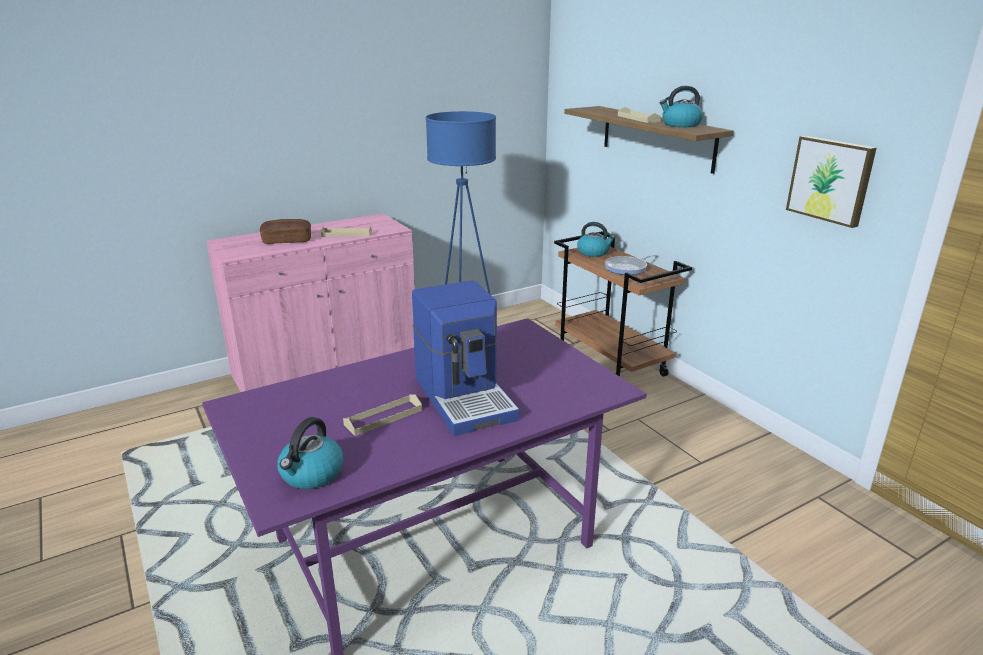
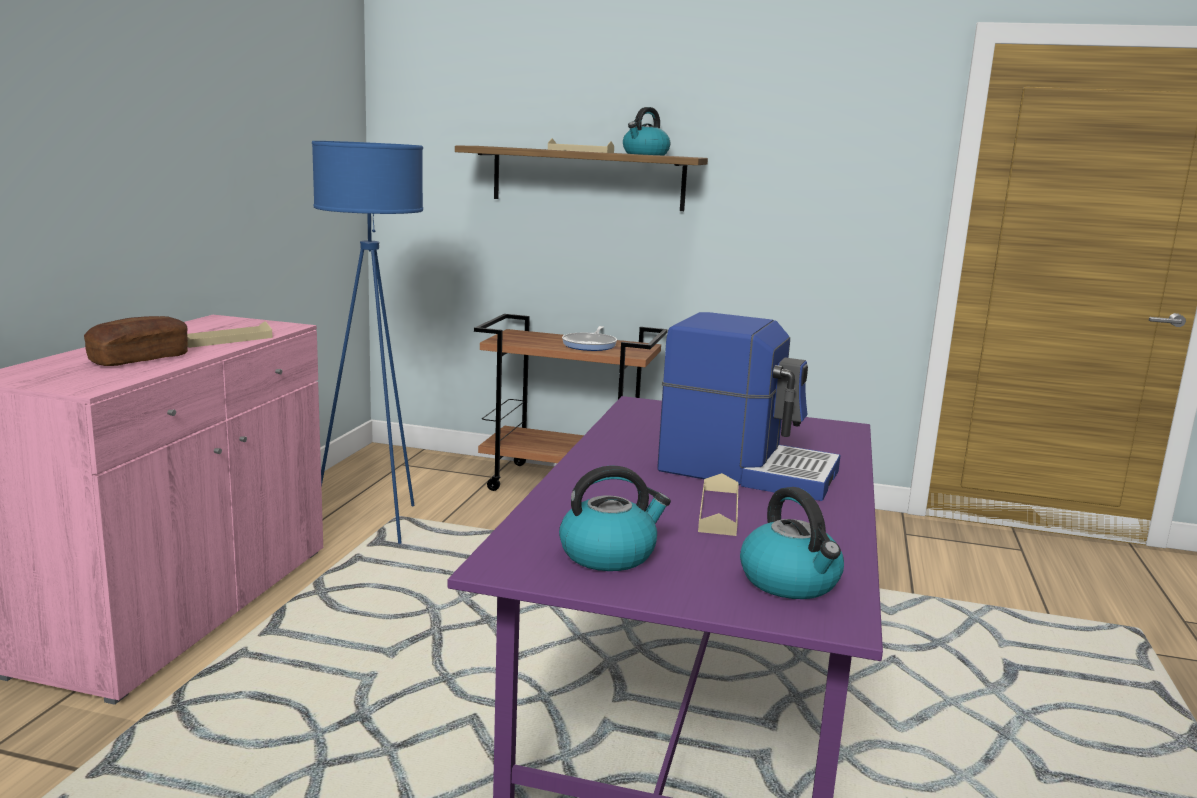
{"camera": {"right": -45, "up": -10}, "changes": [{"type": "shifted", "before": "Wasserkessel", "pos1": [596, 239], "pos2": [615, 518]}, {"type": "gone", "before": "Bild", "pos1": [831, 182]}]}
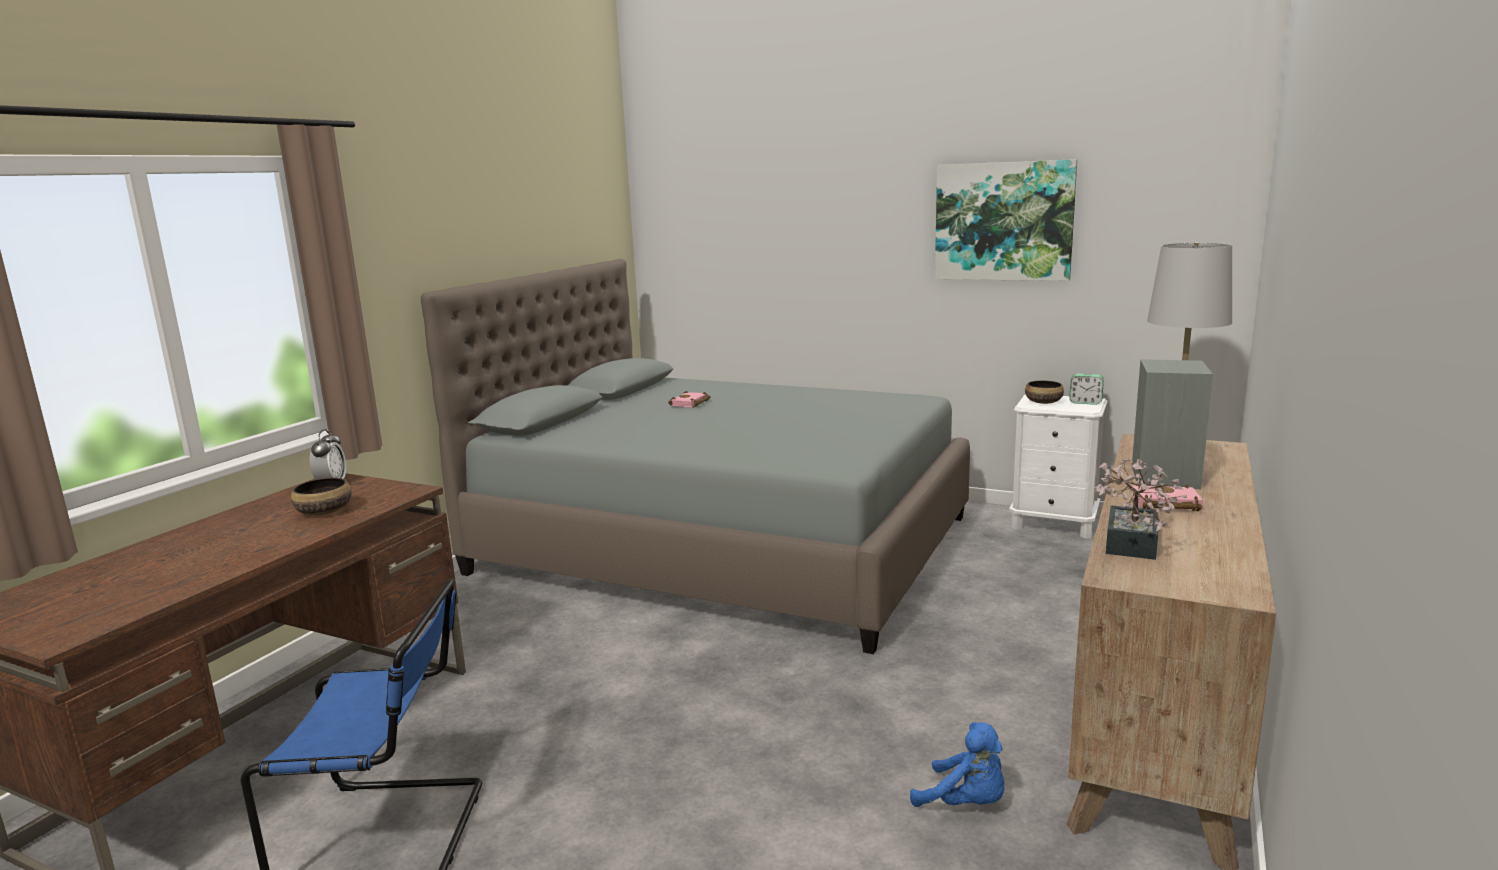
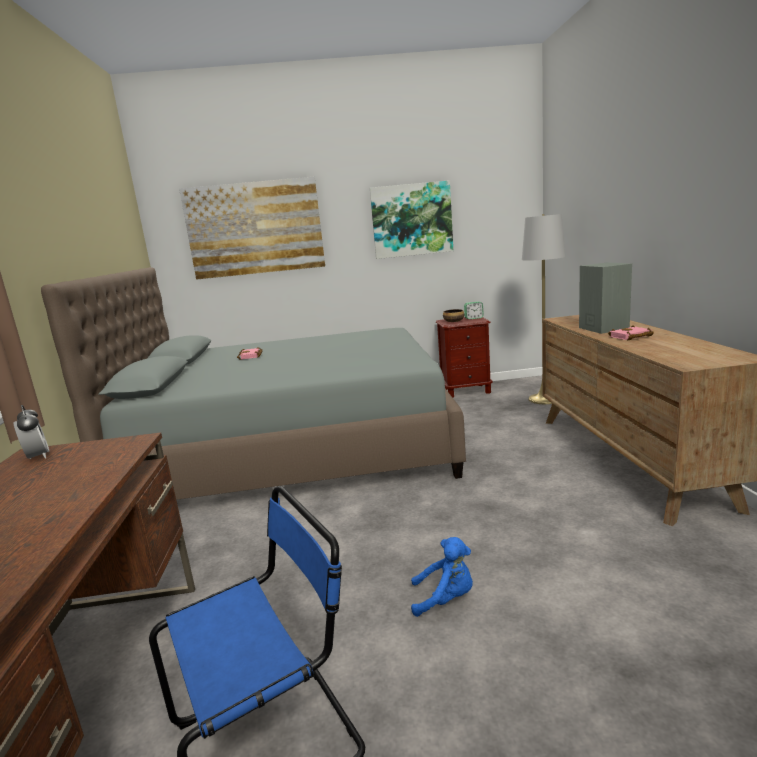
{"camera": {"right": -30, "up": 0}, "changes": [{"type": "gone", "before": "Schüssel", "pos1": [321, 496]}, {"type": "shifted", "before": "Plüschtier (blau)", "pos1": [957, 764], "pos2": [442, 577]}, {"type": "repainted", "before": "Nachttisch (weiß)", "after": "Nachttisch (braun)", "pos1": [1058, 466], "pos2": [464, 357]}, {"type": "gone", "before": "Topfpflanze", "pos1": [1140, 509]}, {"type": "new", "after": "Bild", "pos2": [252, 228]}]}
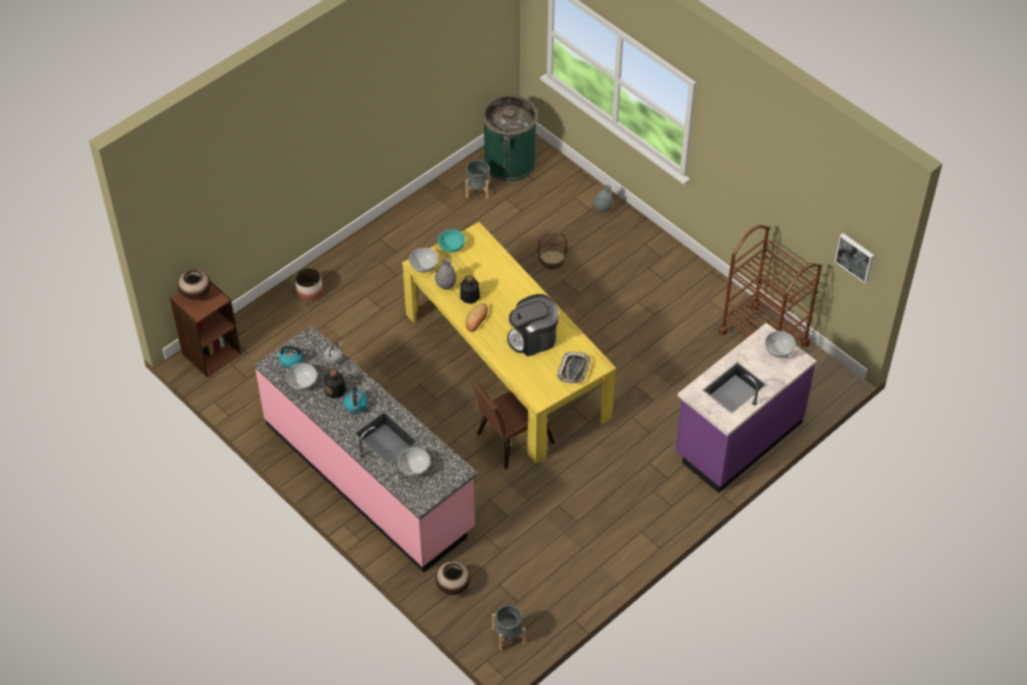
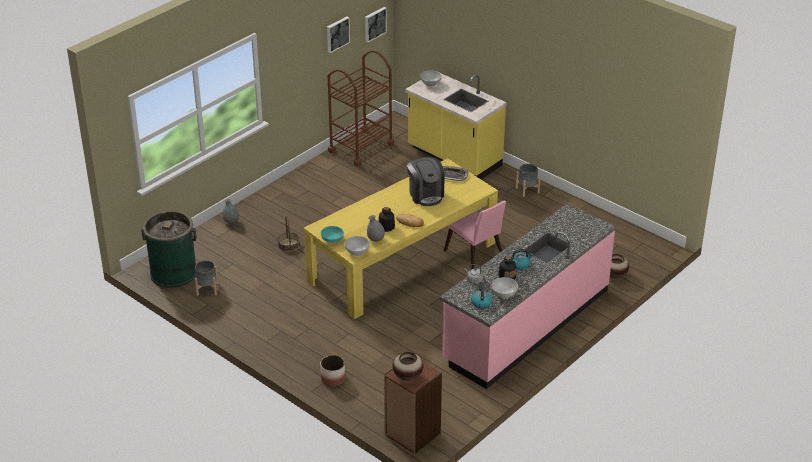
{"camera": {"right": -95, "up": -15}, "changes": [{"type": "gone", "before": "Schüssel (weiß)", "pos1": [414, 462]}, {"type": "repainted", "before": "Stuhl (braun)", "after": "Stuhl (rosa)", "pos1": [513, 425], "pos2": [475, 235]}, {"type": "shifted", "before": "Pflanzkübel (grau)", "pos1": [509, 628], "pos2": [528, 180]}, {"type": "repainted", "before": "Küchenzeile (lila)", "after": "Küchenzeile (gelb)", "pos1": [745, 408], "pos2": [456, 126]}, {"type": "new", "after": "Bild", "pos2": [338, 35]}]}
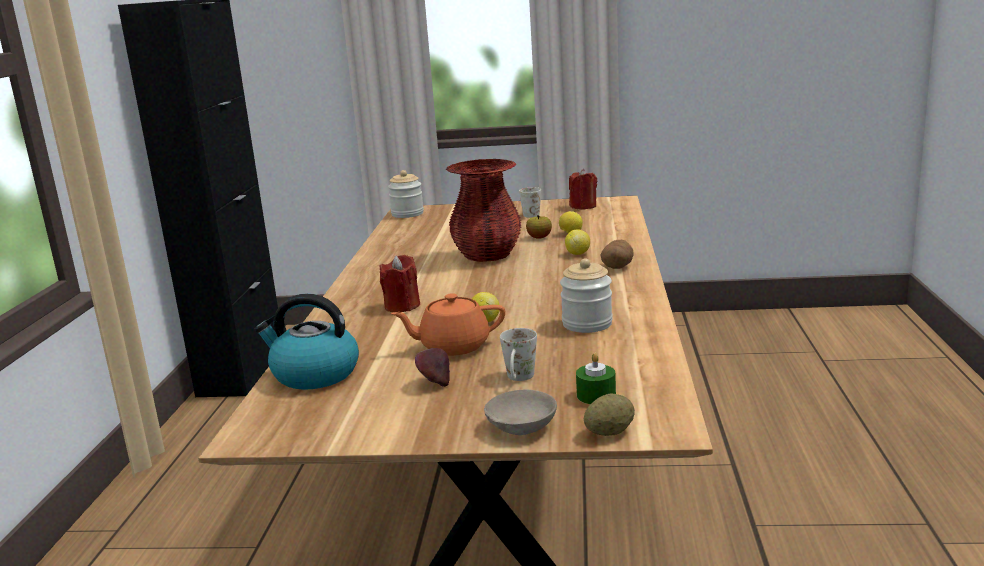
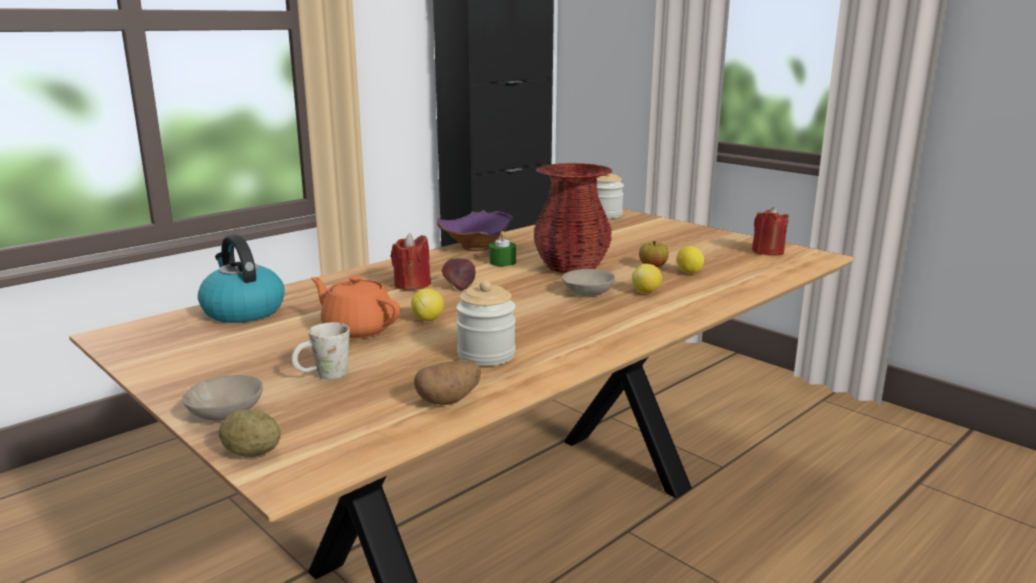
{"camera": {"right": 40, "up": 0}, "changes": [{"type": "shifted", "before": "Apfel", "pos1": [432, 367], "pos2": [458, 274]}, {"type": "gone", "before": "Henkelbecher (weiß)", "pos1": [530, 202]}, {"type": "shifted", "before": "Kerze (grün)", "pos1": [596, 378], "pos2": [502, 248]}, {"type": "shifted", "before": "Kartoffel", "pos1": [617, 254], "pos2": [447, 382]}, {"type": "new", "after": "Schüssel (lila)", "pos2": [475, 230]}, {"type": "new", "after": "Schüssel (beige)", "pos2": [588, 282]}]}
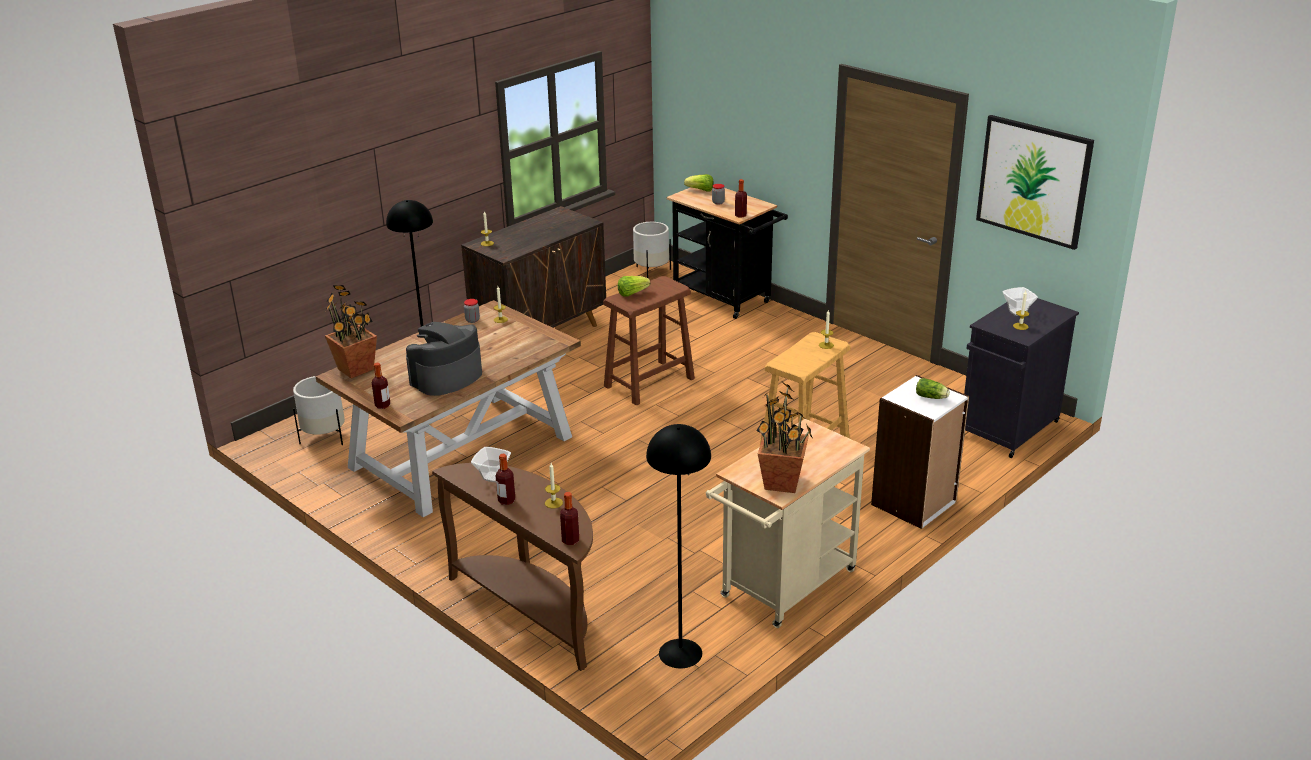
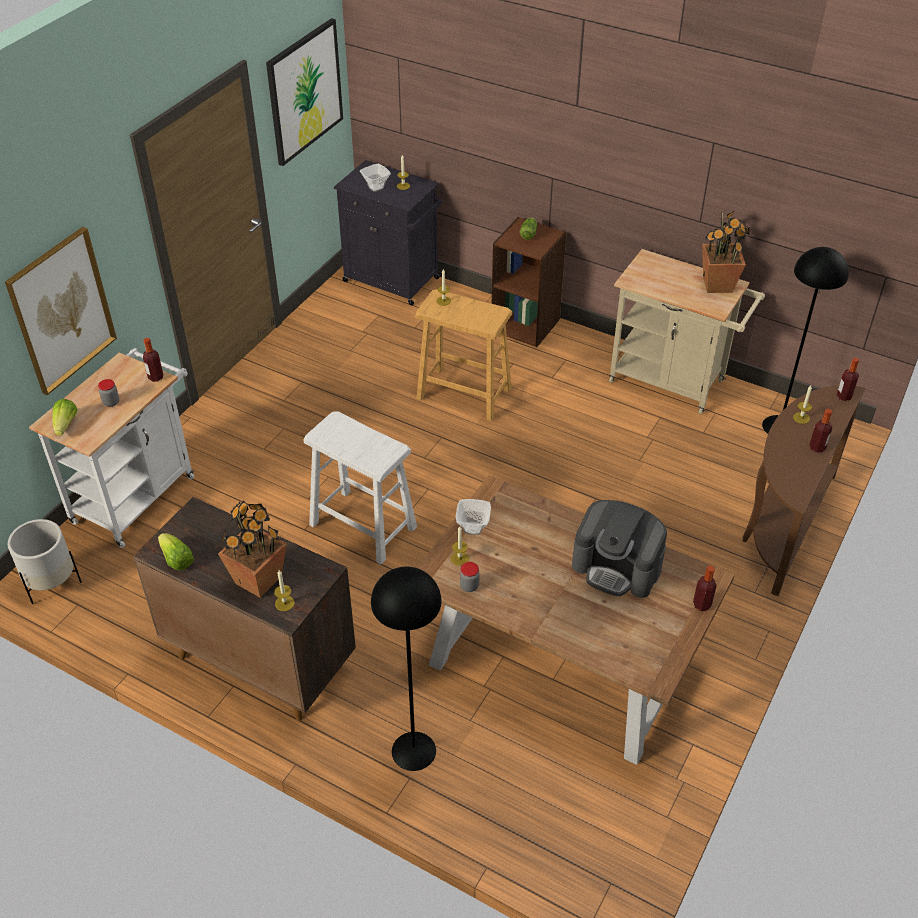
{"camera": {"right": -105, "up": 15}, "changes": [{"type": "gone", "before": "Pflanzkübel (weiß)", "pos1": [319, 410]}, {"type": "shifted", "before": "Topfpflanze", "pos1": [351, 332], "pos2": [252, 549]}, {"type": "shifted", "before": "Schüssel", "pos1": [491, 464], "pos2": [473, 517]}, {"type": "repainted", "before": "Hocker (braun)", "after": "Hocker (weiß)", "pos1": [649, 341], "pos2": [360, 487]}, {"type": "shifted", "before": "Salatkopf", "pos1": [634, 286], "pos2": [176, 552]}, {"type": "repainted", "before": "Rollwagen (schwarz)", "after": "Rollwagen (weiß)", "pos1": [727, 253], "pos2": [112, 448]}, {"type": "repainted", "before": "Bücherregal (weiß)", "after": "Bücherregal (braun)", "pos1": [920, 452], "pos2": [529, 282]}, {"type": "new", "after": "Bild", "pos2": [61, 311]}]}
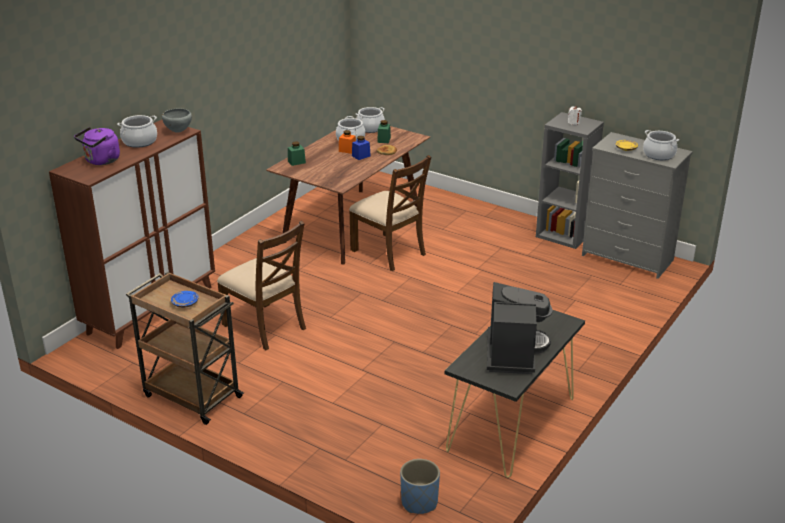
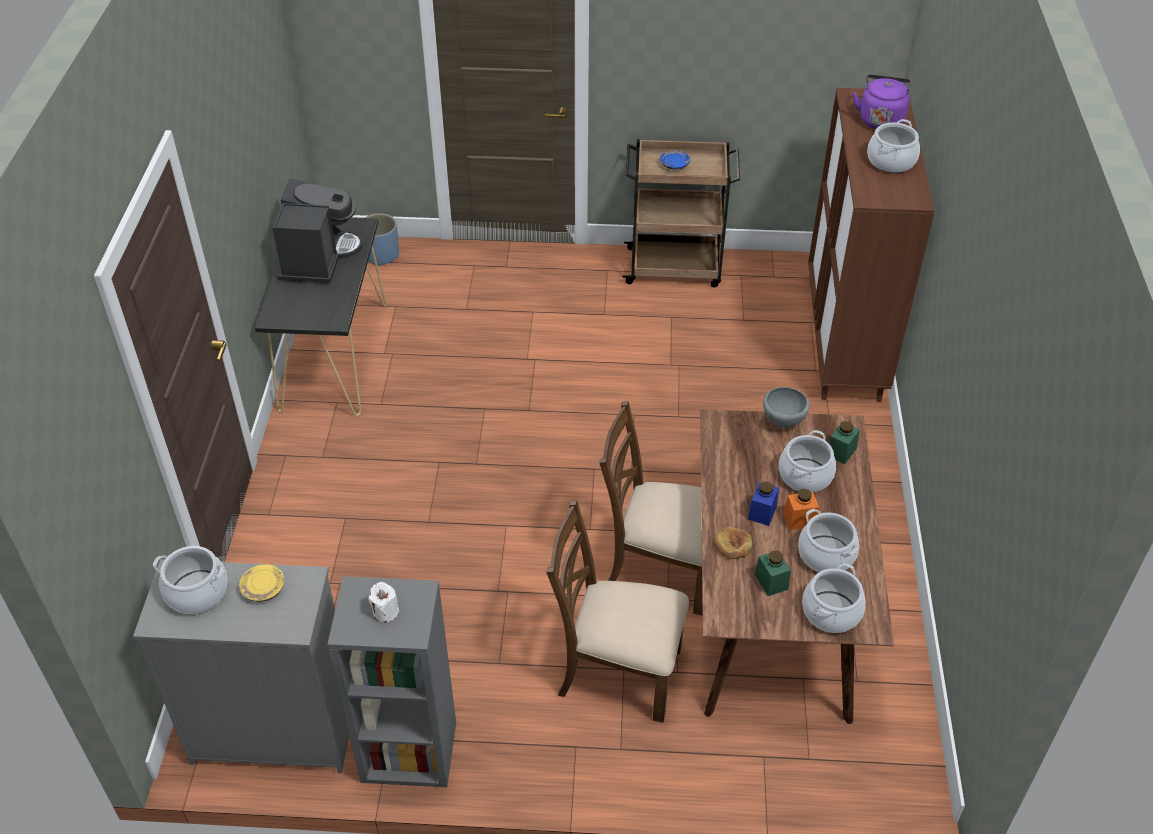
{"camera": {"right": 150, "up": 15}, "changes": [{"type": "shifted", "before": "Schüssel (grau)", "pos1": [177, 121], "pos2": [786, 407]}, {"type": "shifted", "before": "Stuhl (braun)", "pos1": [261, 285], "pos2": [617, 612]}, {"type": "rotated", "before": "Kaffeemaschine", "pos1": [520, 328], "pos2": [317, 231], "turn": -150}, {"type": "new", "after": "Kochtopf", "pos2": [807, 461]}]}
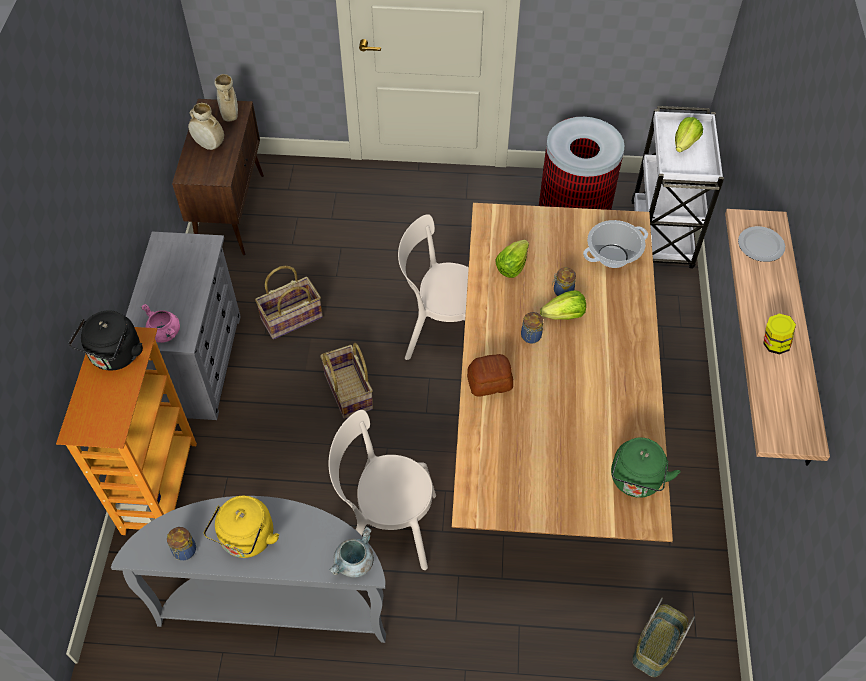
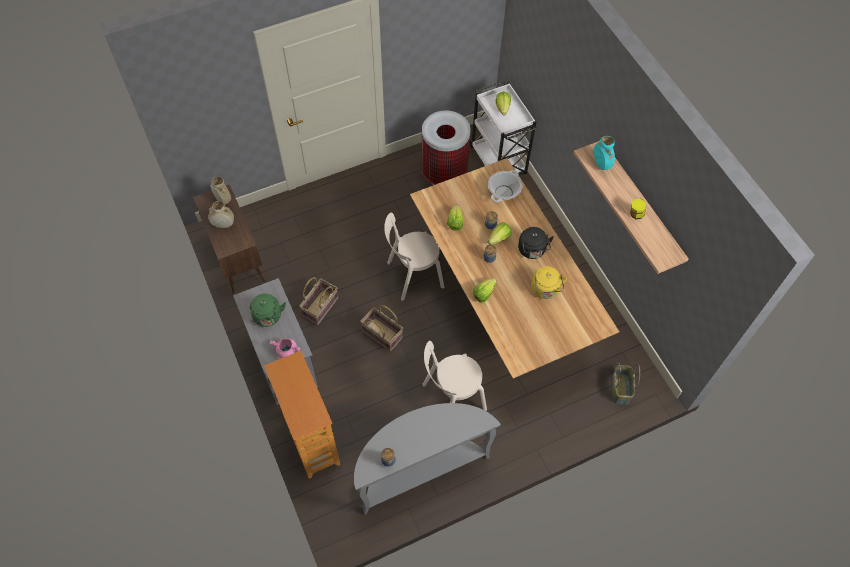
{"camera": {"right": -30, "up": 5}, "changes": [{"type": "shifted", "before": "Wasserkessel (schwarz)", "pos1": [106, 340], "pos2": [536, 243]}, {"type": "shifted", "before": "Wasserkessel (gelb)", "pos1": [241, 527], "pos2": [549, 282]}, {"type": "gone", "before": "Kochtopf (grau)", "pos1": [351, 552]}, {"type": "swapped", "before": "Brot", "after": "Salatkopf", "pos1": [490, 375], "pos2": [485, 290]}, {"type": "shifted", "before": "Wasserkessel (grün)", "pos1": [645, 467], "pos2": [268, 310]}, {"type": "swapped", "before": "Teller", "after": "Vase (türkis)", "pos1": [761, 244], "pos2": [604, 153]}]}
